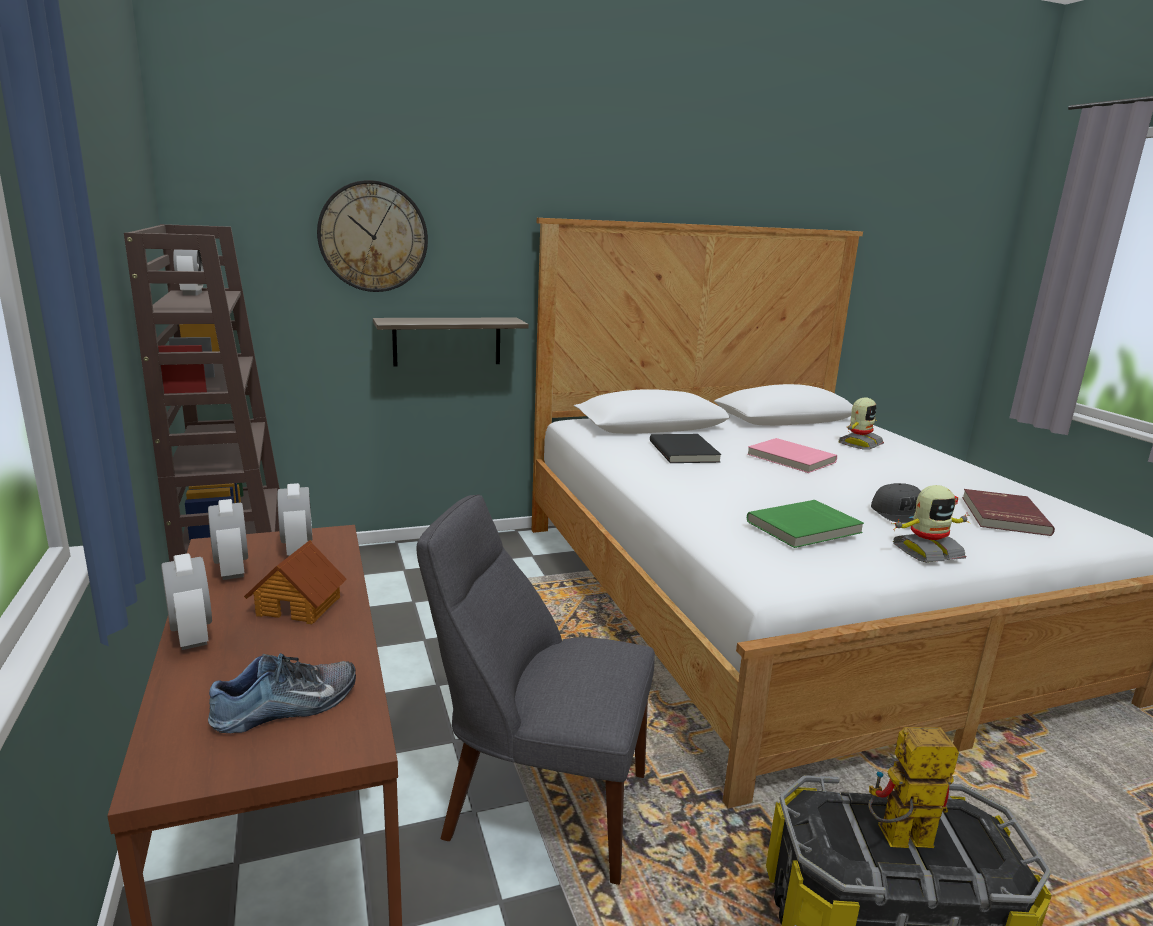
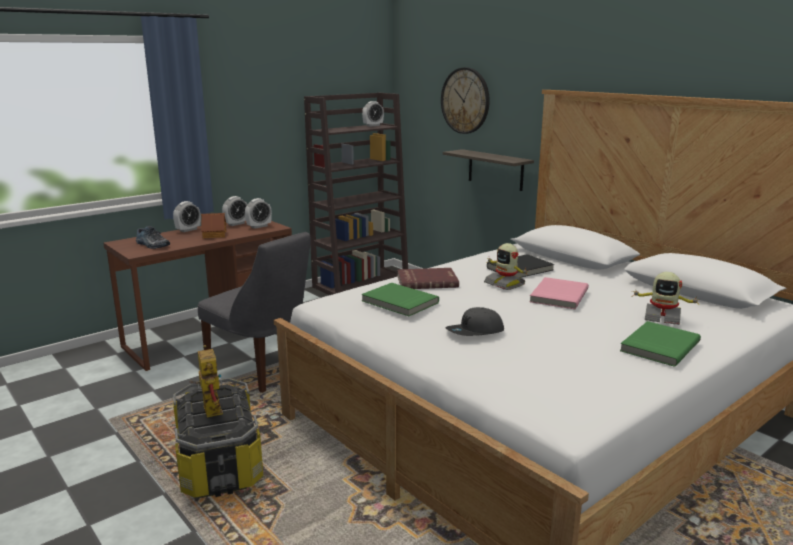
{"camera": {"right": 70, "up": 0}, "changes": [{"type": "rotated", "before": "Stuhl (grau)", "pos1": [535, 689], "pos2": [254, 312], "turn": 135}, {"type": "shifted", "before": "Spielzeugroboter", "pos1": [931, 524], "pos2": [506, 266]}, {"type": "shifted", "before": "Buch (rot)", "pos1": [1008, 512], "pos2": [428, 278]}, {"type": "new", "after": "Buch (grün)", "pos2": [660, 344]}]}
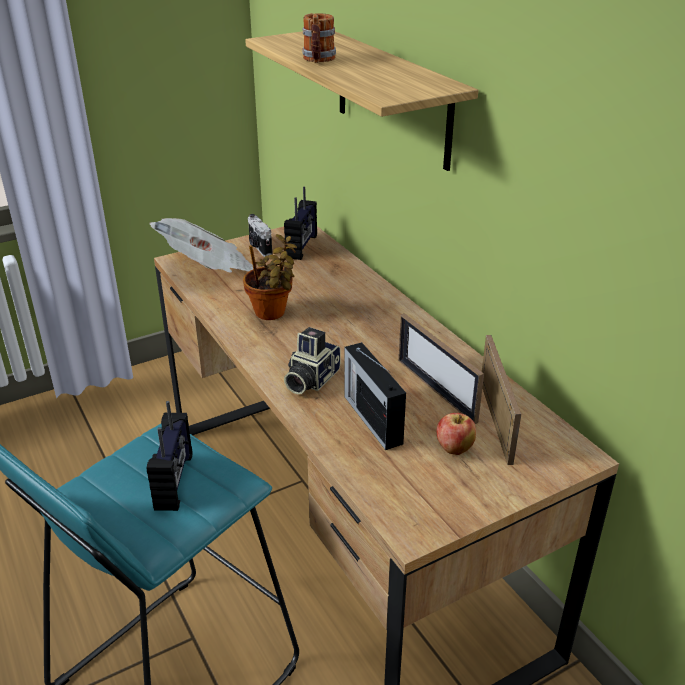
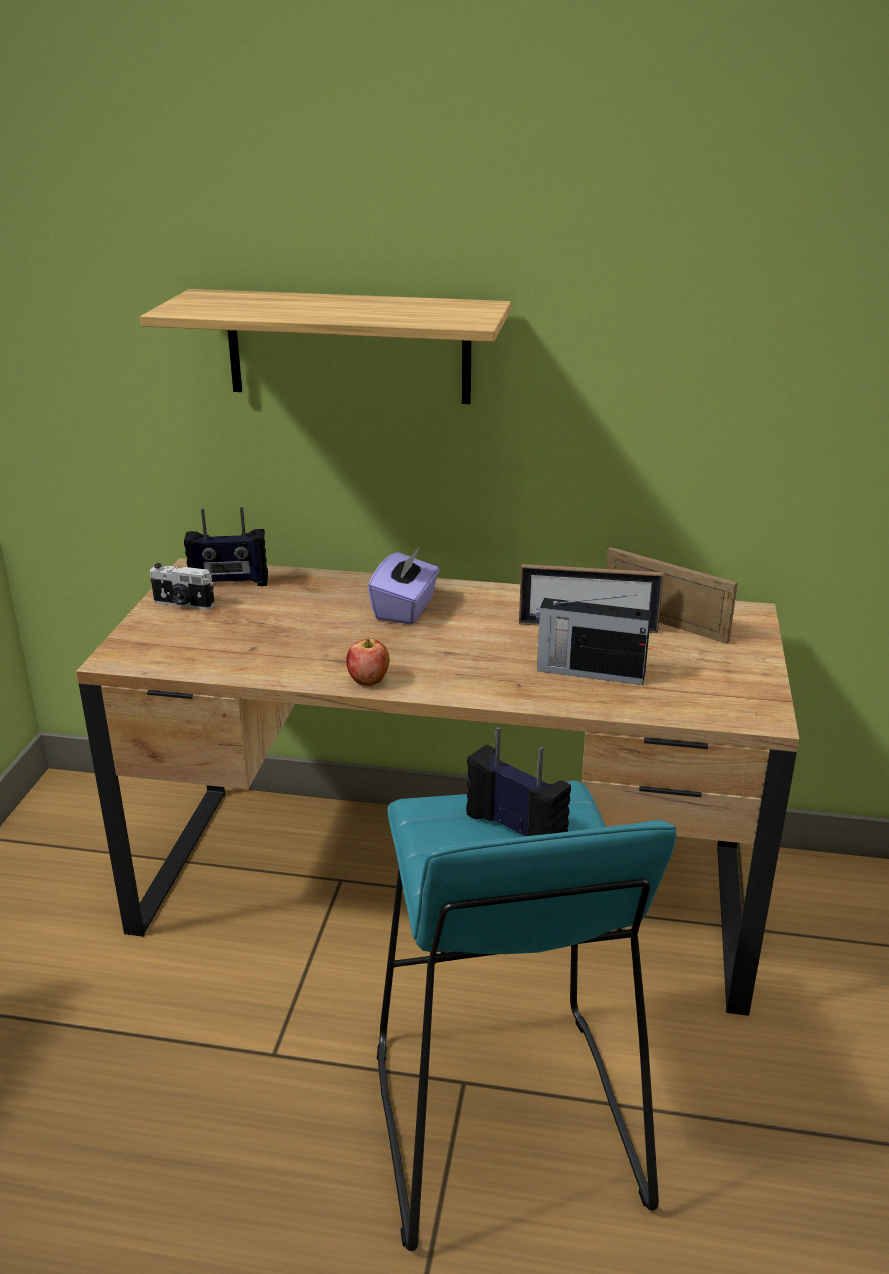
{"camera": {"right": -50, "up": -5}, "changes": [{"type": "gone", "before": "Zeitung", "pos1": [201, 245]}, {"type": "gone", "before": "Topfpflanze", "pos1": [270, 277]}, {"type": "rotated", "before": "Radio", "pos1": [300, 223], "pos2": [226, 546], "turn": 120}, {"type": "gone", "before": "Kamera", "pos1": [312, 360]}, {"type": "gone", "before": "Henkelbecher", "pos1": [319, 38]}, {"type": "shifted", "before": "Apfel", "pos1": [456, 434], "pos2": [368, 662]}, {"type": "new", "after": "Taschentuchbox (lila)", "pos2": [404, 586]}]}
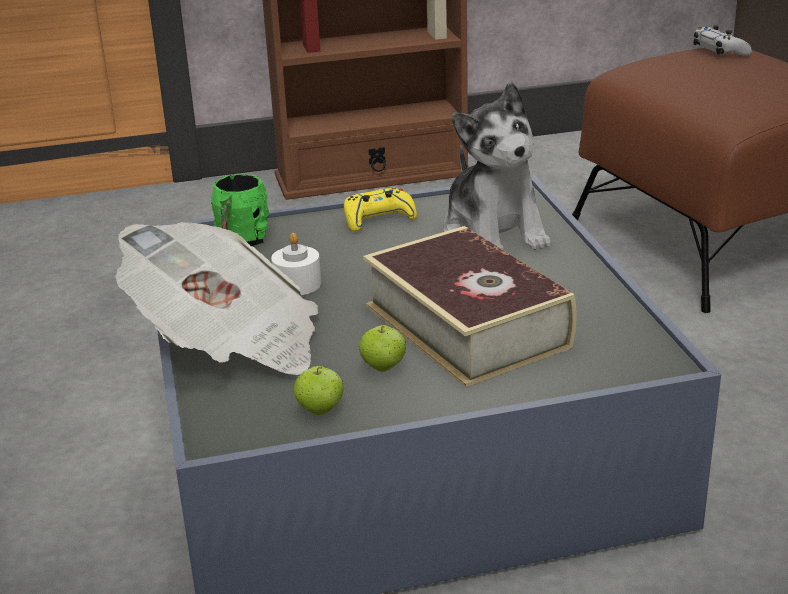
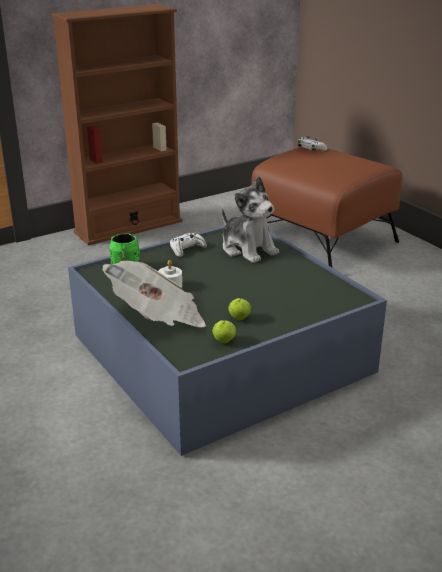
{"camera": {"right": -20, "up": 0}, "changes": [{"type": "repainted", "before": "Gamepad (gelb)", "after": "Gamepad (weiß)", "pos1": [380, 209], "pos2": [188, 244]}, {"type": "gone", "before": "Buch", "pos1": [469, 307]}]}
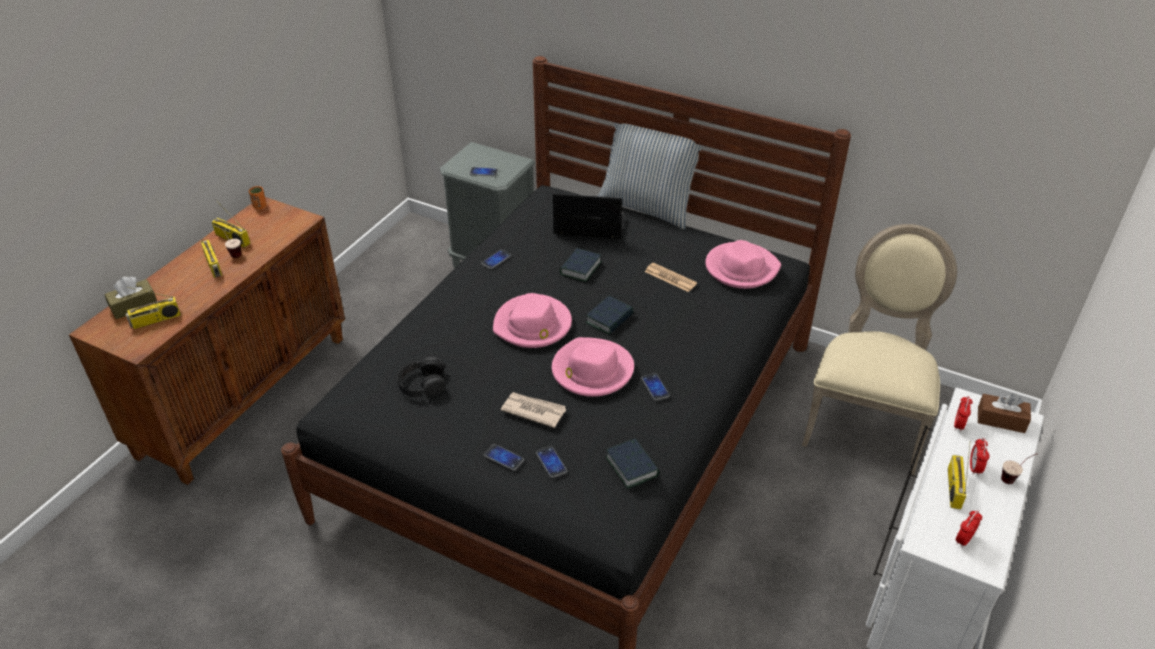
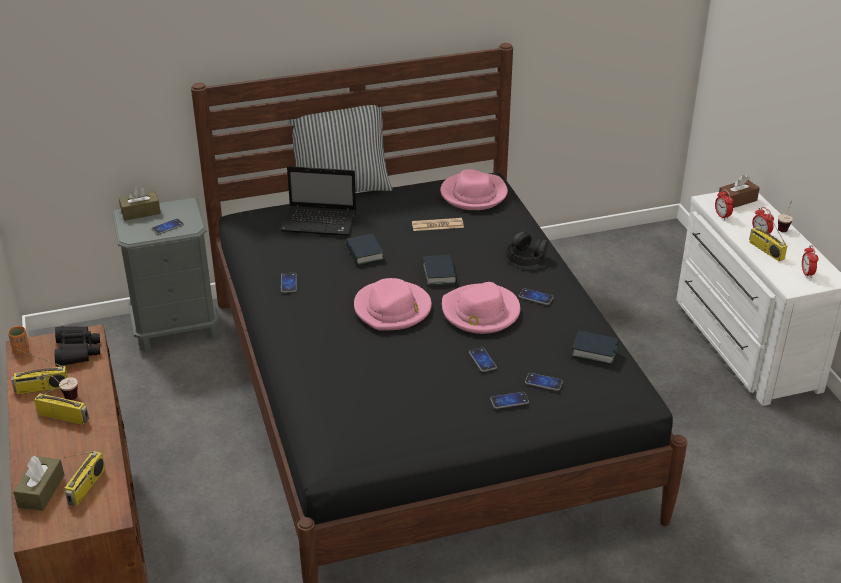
{"camera": {"right": -45, "up": -5}, "changes": [{"type": "shifted", "before": "Kopfhörer (schwarz)", "pos1": [421, 377], "pos2": [527, 248]}, {"type": "swapped", "before": "Zeitung", "after": "Handy", "pos1": [533, 410], "pos2": [483, 360]}, {"type": "rotated", "before": "Laptop", "pos1": [589, 216], "pos2": [318, 201], "turn": -135}, {"type": "gone", "before": "Stuhl (beige)", "pos1": [879, 349]}, {"type": "new", "after": "Fernglas (schwarz)", "pos2": [77, 346]}, {"type": "new", "after": "Taschentuchbox (braun)", "pos2": [140, 203]}]}
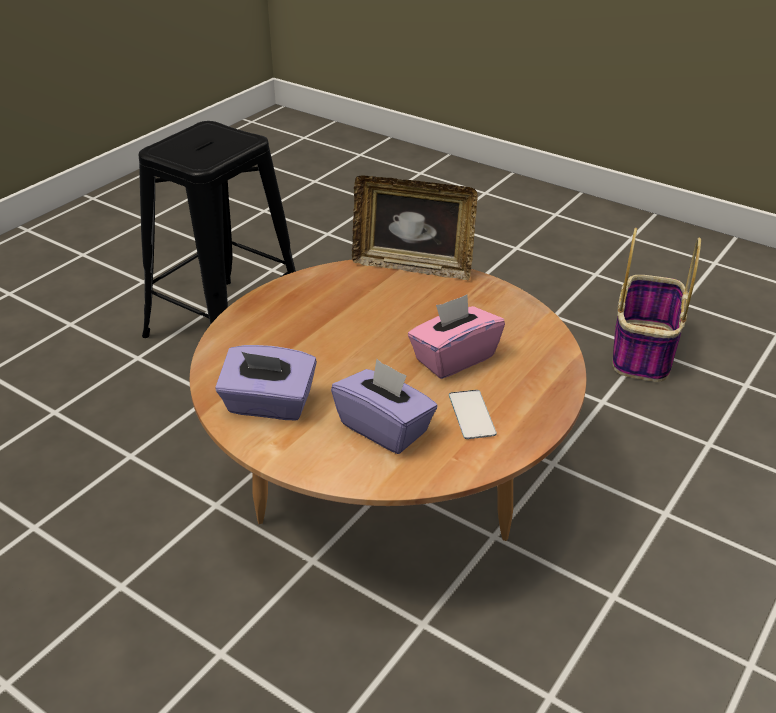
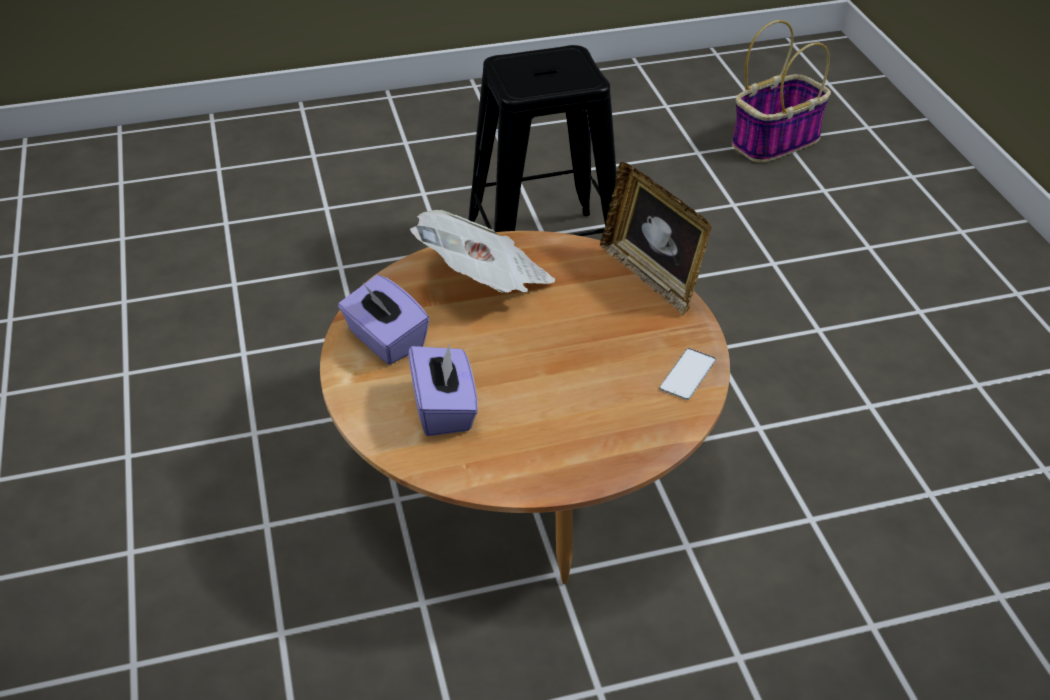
{"camera": {"right": 40, "up": 5}, "changes": [{"type": "gone", "before": "Taschentuchbox (rosa)", "pos1": [456, 337]}, {"type": "shifted", "before": "Handy", "pos1": [473, 414], "pos2": [688, 374]}, {"type": "shifted", "before": "Korb", "pos1": [657, 305], "pos2": [781, 91]}, {"type": "new", "after": "Zeitung", "pos2": [482, 251]}]}
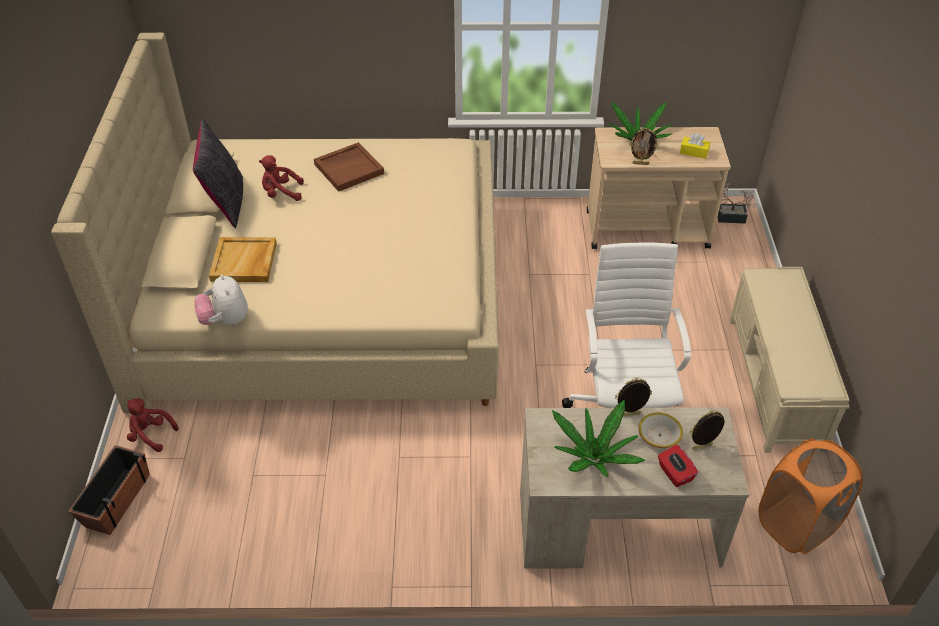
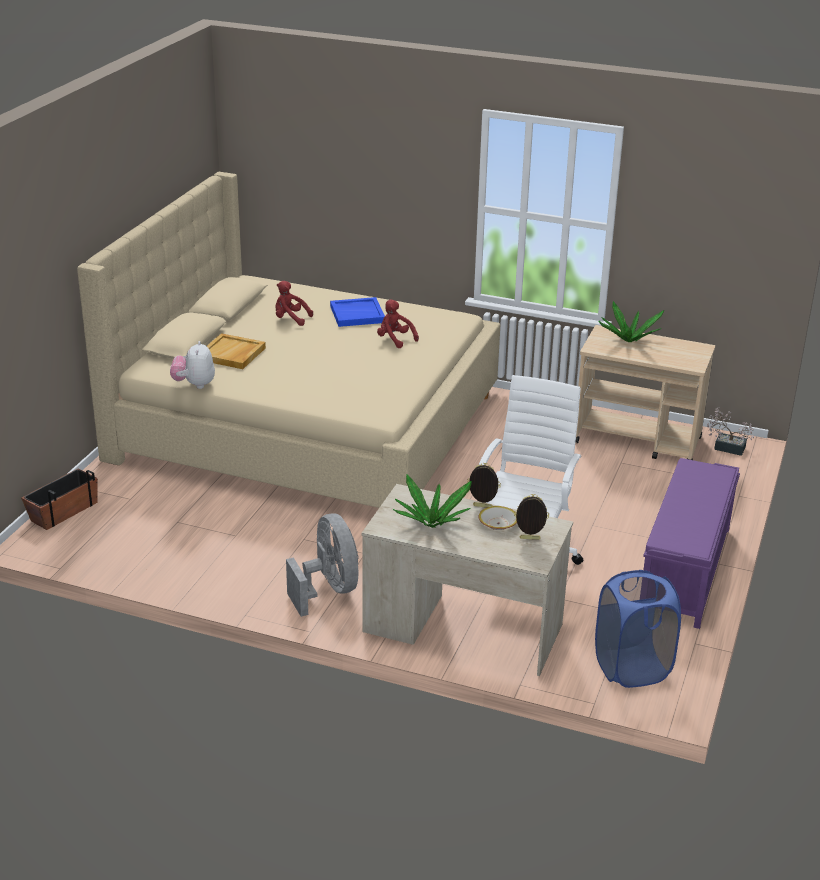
{"camera": {"right": 20, "up": -15}, "changes": [{"type": "shifted", "before": "Plüschtier (rot)", "pos1": [153, 425], "pos2": [398, 323]}, {"type": "gone", "before": "Kissen (schwarz)", "pos1": [218, 173]}, {"type": "repainted", "before": "Tablett (braun)", "after": "Tablett (blau)", "pos1": [349, 167], "pos2": [357, 312]}, {"type": "gone", "before": "Bilderrahmen", "pos1": [644, 146]}, {"type": "gone", "before": "Taschentuchbox (rot)", "pos1": [678, 466]}, {"type": "gone", "before": "Taschentuchbox (gelb)", "pos1": [695, 146]}, {"type": "repainted", "before": "Bank (beige)", "after": "Bank (lila)", "pos1": [790, 360], "pos2": [691, 543]}, {"type": "repainted", "before": "Wäschekorb (orange)", "after": "Wäschekorb (blau)", "pos1": [811, 496], "pos2": [638, 629]}, {"type": "new", "after": "Ventilator (grau)", "pos2": [322, 565]}]}
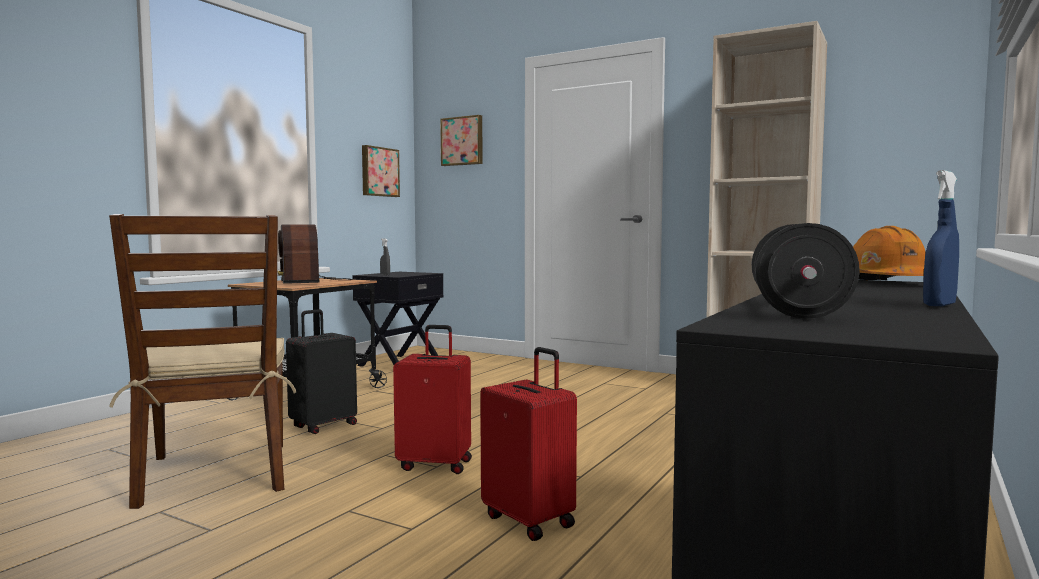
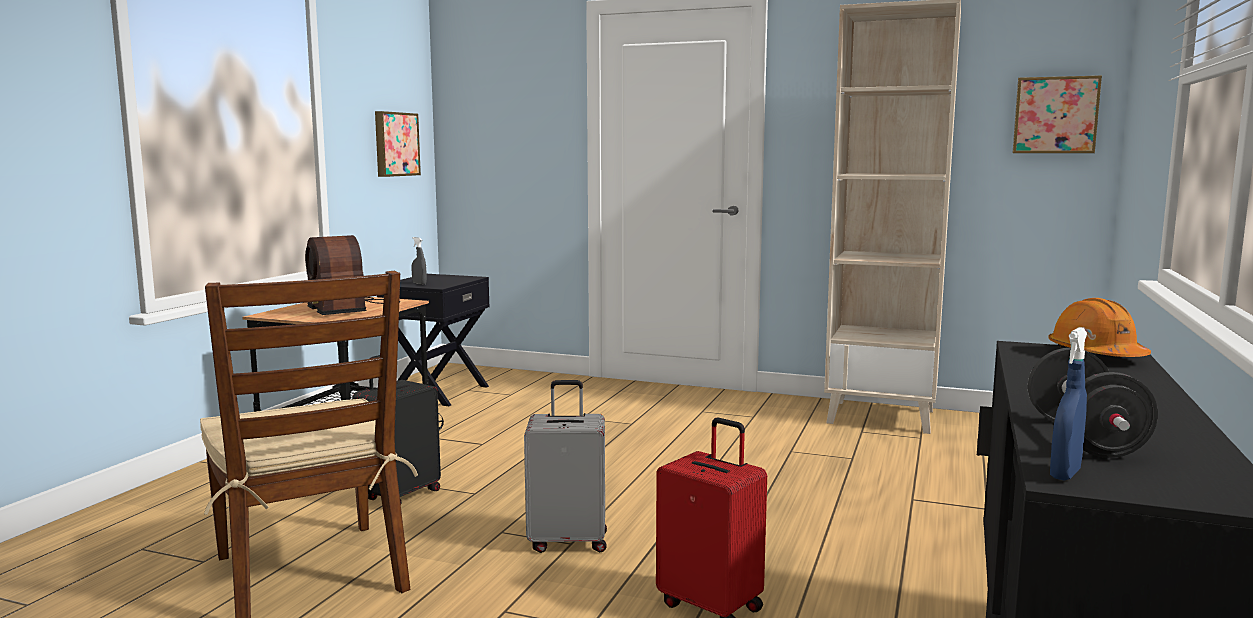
{"camera": {"right": -10, "up": 5}, "changes": [{"type": "repainted", "before": "Koffer (rot)", "after": "Koffer (grau)", "pos1": [432, 399], "pos2": [565, 466]}, {"type": "shifted", "before": "Bild", "pos1": [461, 140], "pos2": [1057, 114]}, {"type": "shifted", "before": "Sprühflasche (blau)", "pos1": [941, 238], "pos2": [1068, 403]}]}
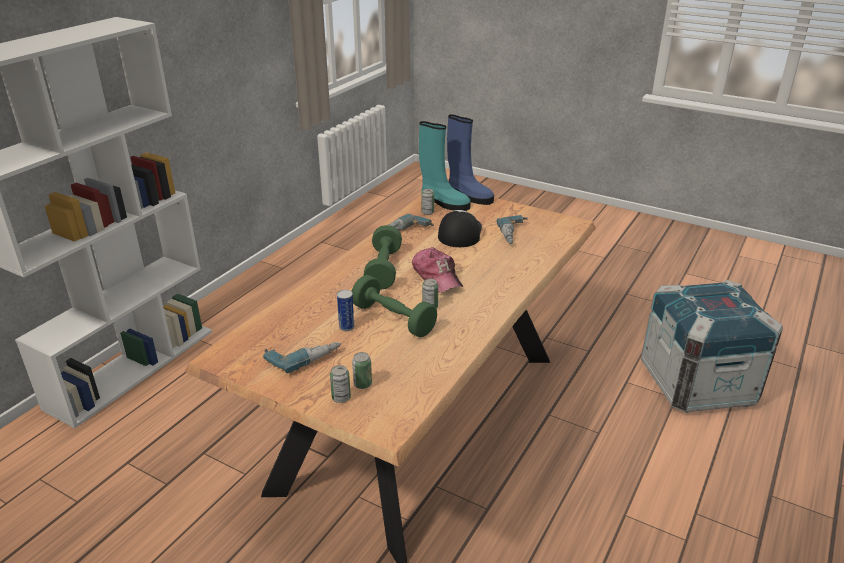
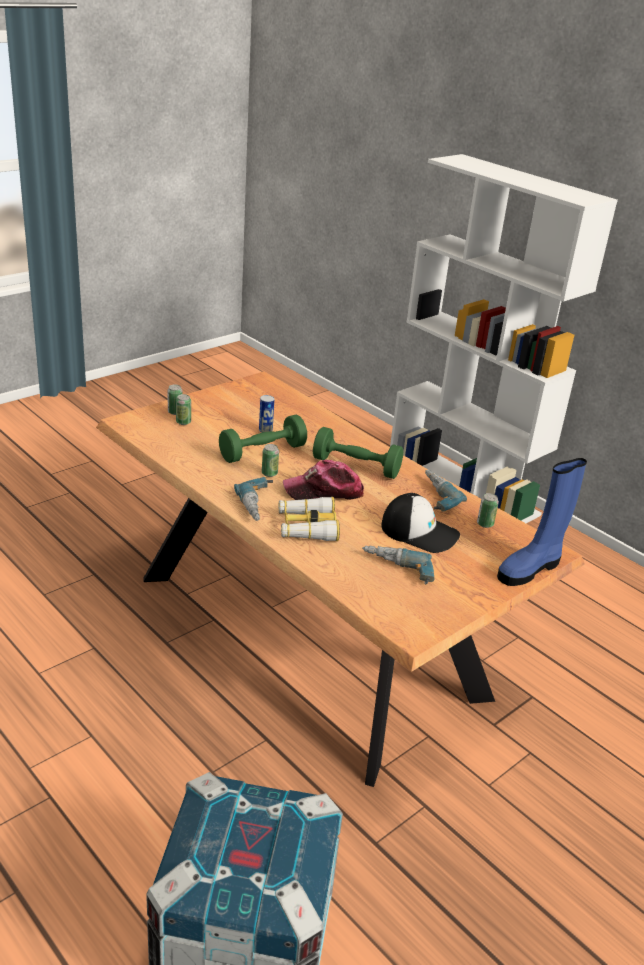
{"camera": {"right": 105, "up": 0}, "changes": [{"type": "shifted", "before": "Bohrmaschine", "pos1": [302, 357], "pos2": [253, 499]}, {"type": "gone", "before": "Stiefel (türkis)", "pos1": [445, 166]}, {"type": "new", "after": "Fernglas", "pos2": [309, 519]}]}
